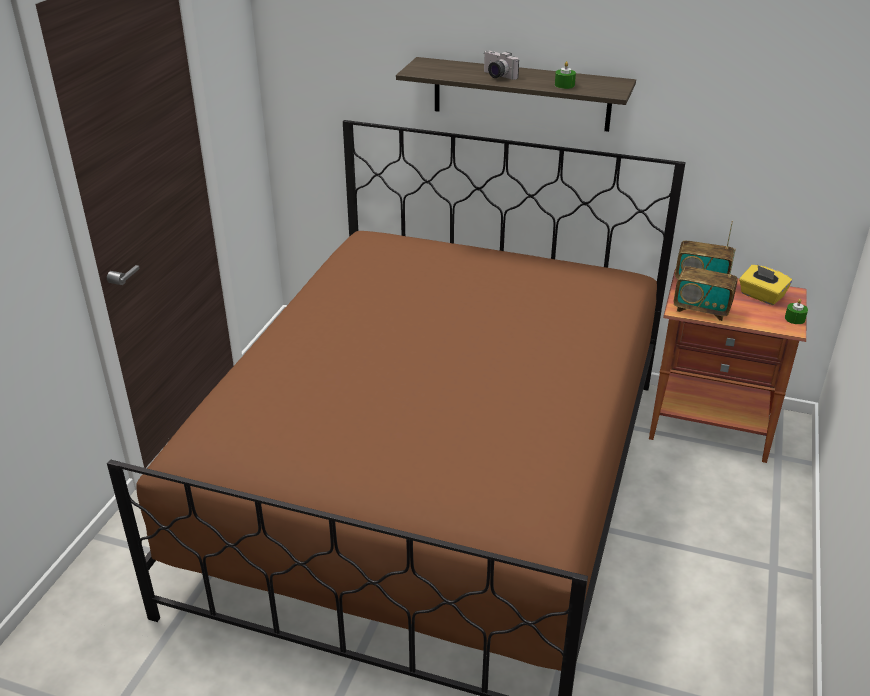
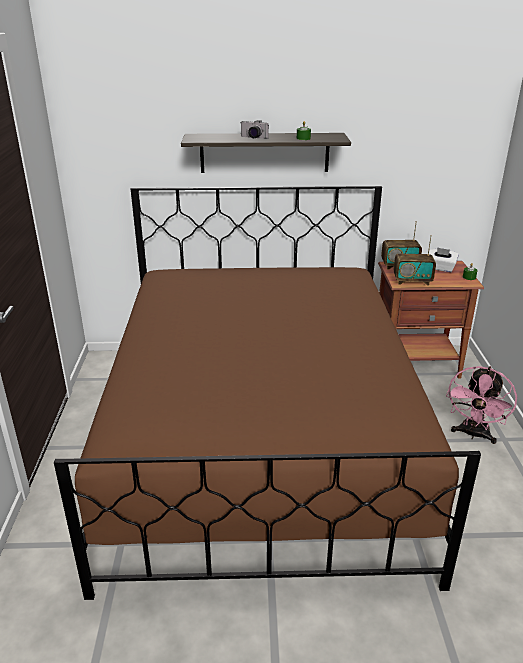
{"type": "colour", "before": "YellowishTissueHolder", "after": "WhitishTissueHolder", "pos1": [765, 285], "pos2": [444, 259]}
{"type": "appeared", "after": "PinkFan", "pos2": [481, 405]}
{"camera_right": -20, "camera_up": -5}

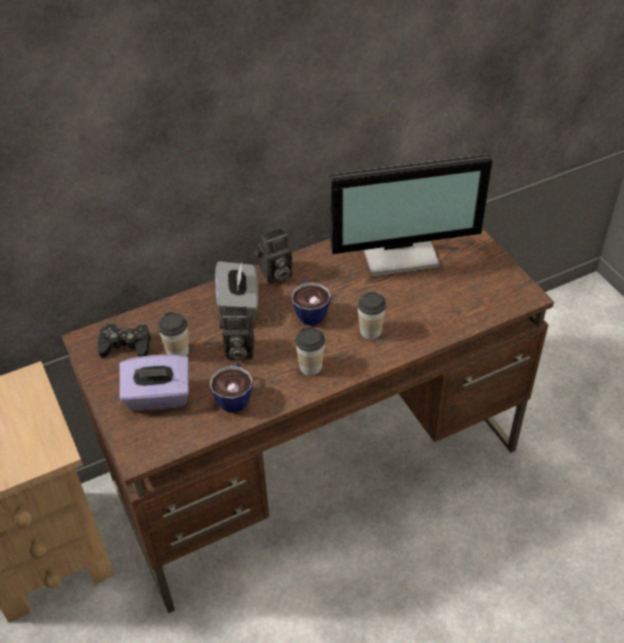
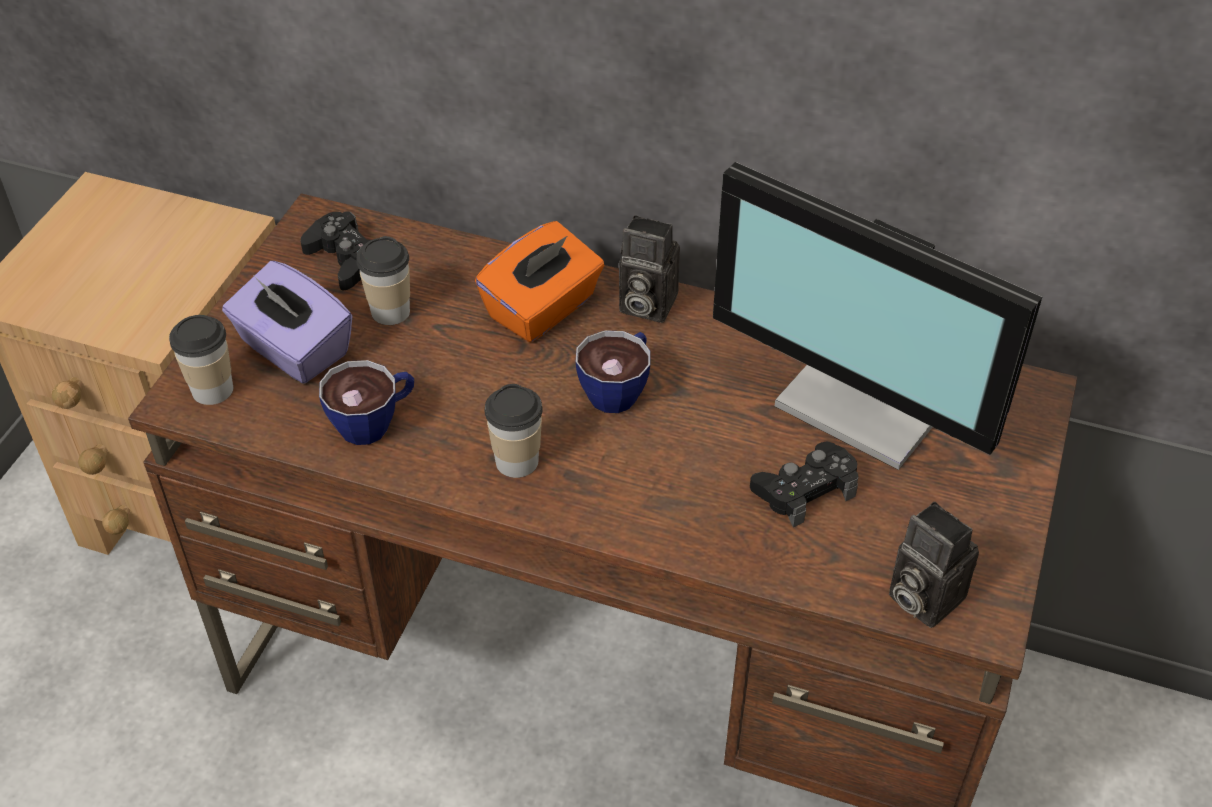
{"type": "relocated", "before": "SmallCup", "pos1": [371, 315], "pos2": [201, 360]}
{"type": "colour", "before": "GrayTissueHolder", "after": "OrangeColouredTissueHolder", "pos1": [236, 291], "pos2": [539, 281]}
{"type": "appeared", "after": "BlackGameController", "pos2": [804, 484]}
{"type": "relocated", "before": "PhotoCamera", "pos1": [237, 333], "pos2": [934, 565]}
{"camera_right": 45, "camera_up": 0}

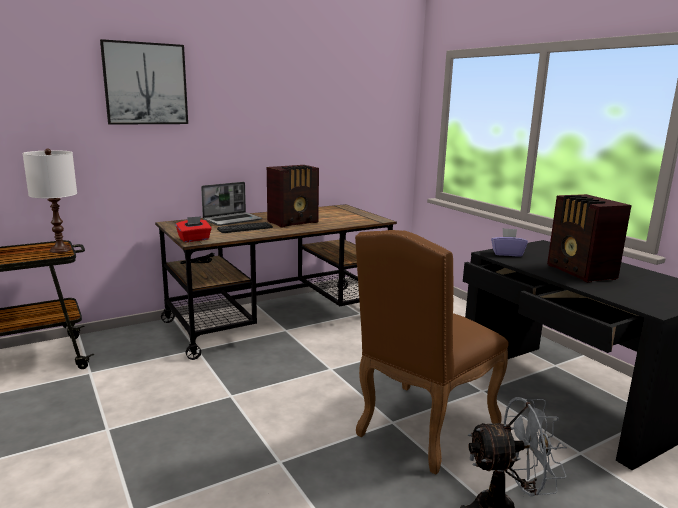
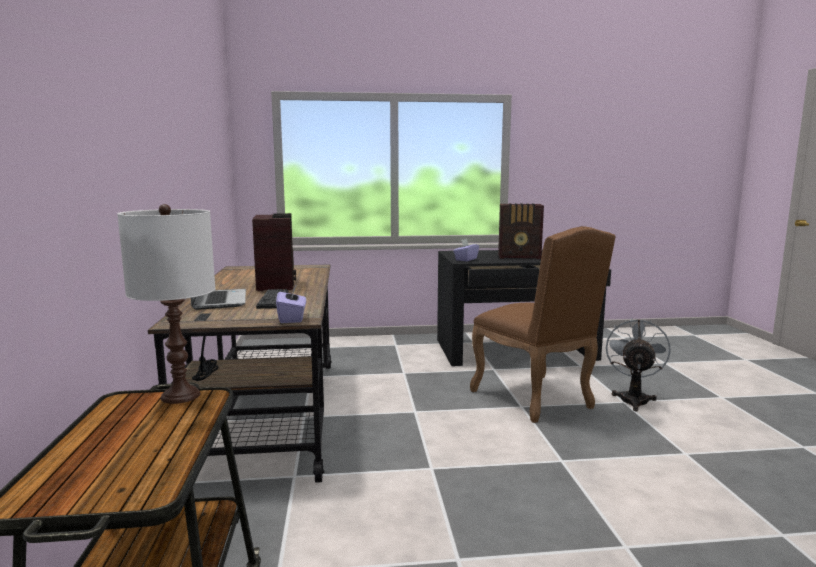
{"type": "colour", "before": "RedColouredTissueHolder", "after": "PurplishTissueHolder", "pos1": [194, 229], "pos2": [291, 303]}
{"type": "missing", "before": "WallArt", "pos1": [144, 82]}
{"camera_right": -65, "camera_up": -5}

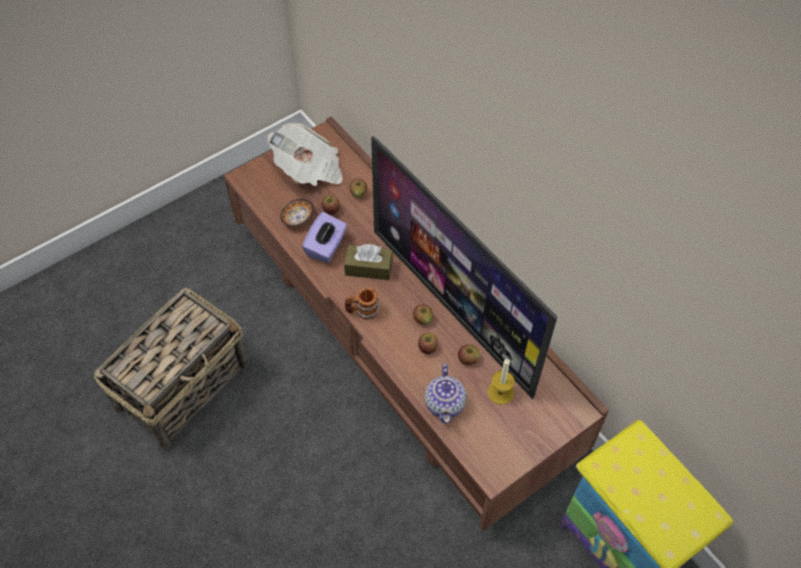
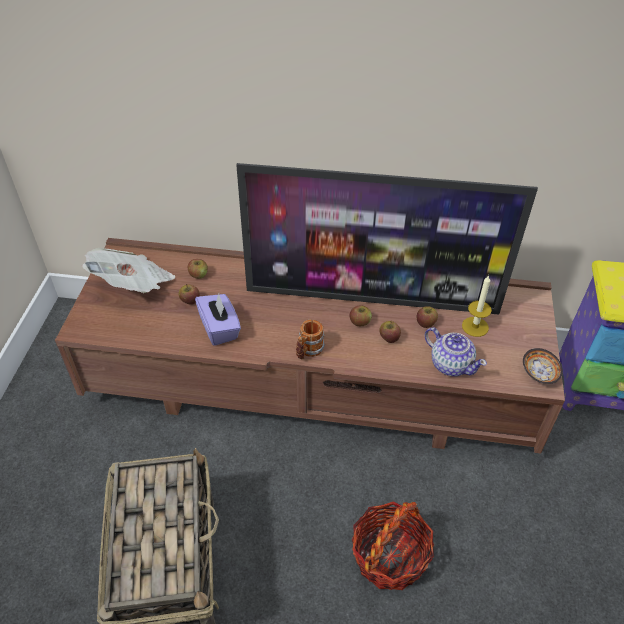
{"type": "appeared", "after": "Basket", "pos2": [393, 546]}
{"type": "relocated", "before": "Bowl", "pos1": [297, 213], "pos2": [543, 366]}
{"type": "missing", "before": "BrownishTissueHolder", "pos1": [368, 262]}
{"camera_right": -45, "camera_up": -10}

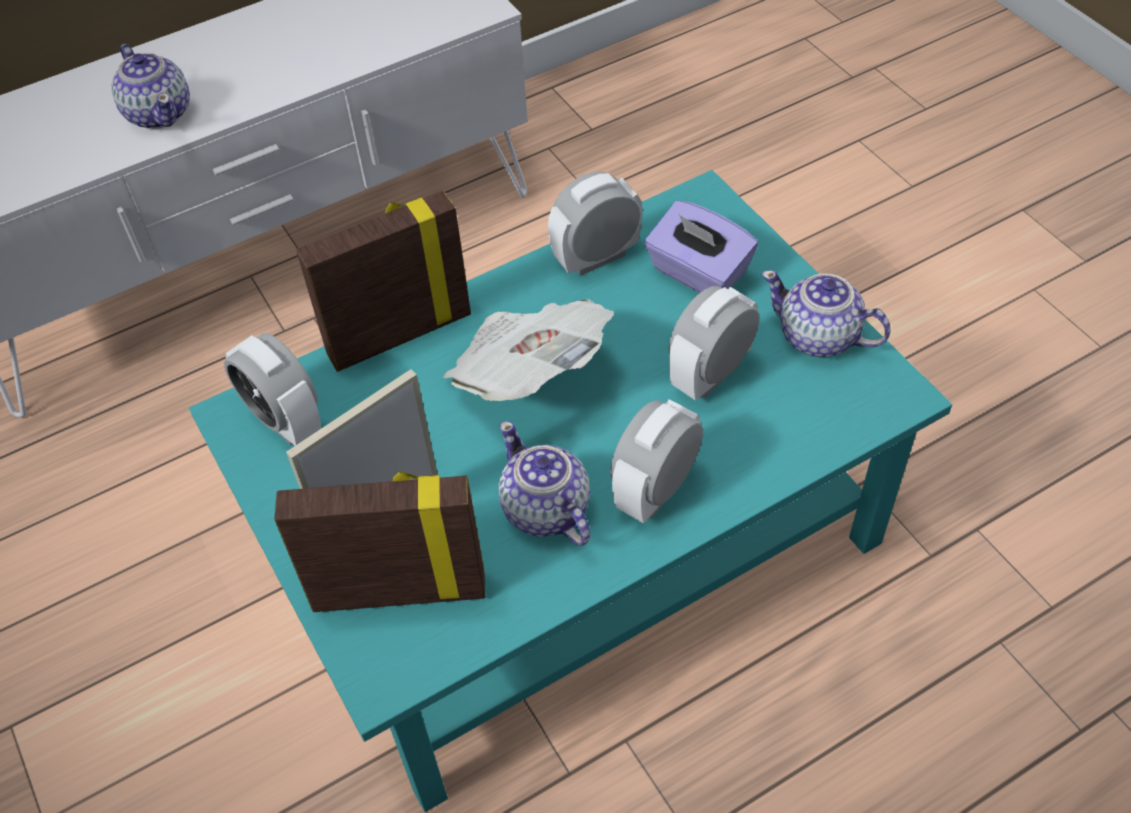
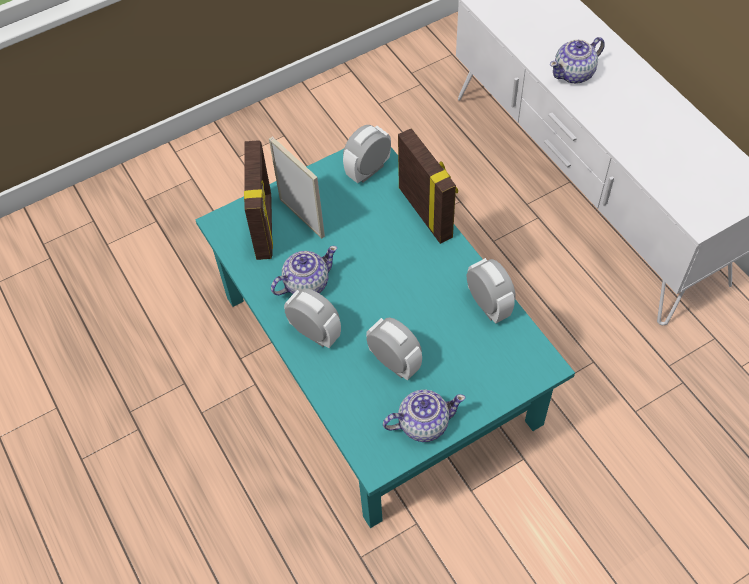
{"type": "spun", "before": "TeaPot", "pos1": [826, 313], "pos2": [424, 415], "turn": 45}
{"type": "missing", "before": "DailyPaper", "pos1": [528, 350]}
{"type": "missing", "before": "PurplishTissueHolder", "pos1": [701, 246]}
{"camera_right": 90, "camera_up": 5}

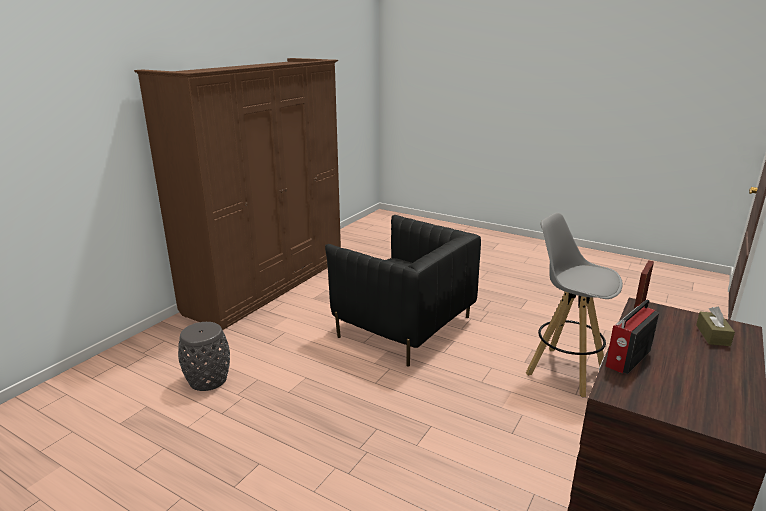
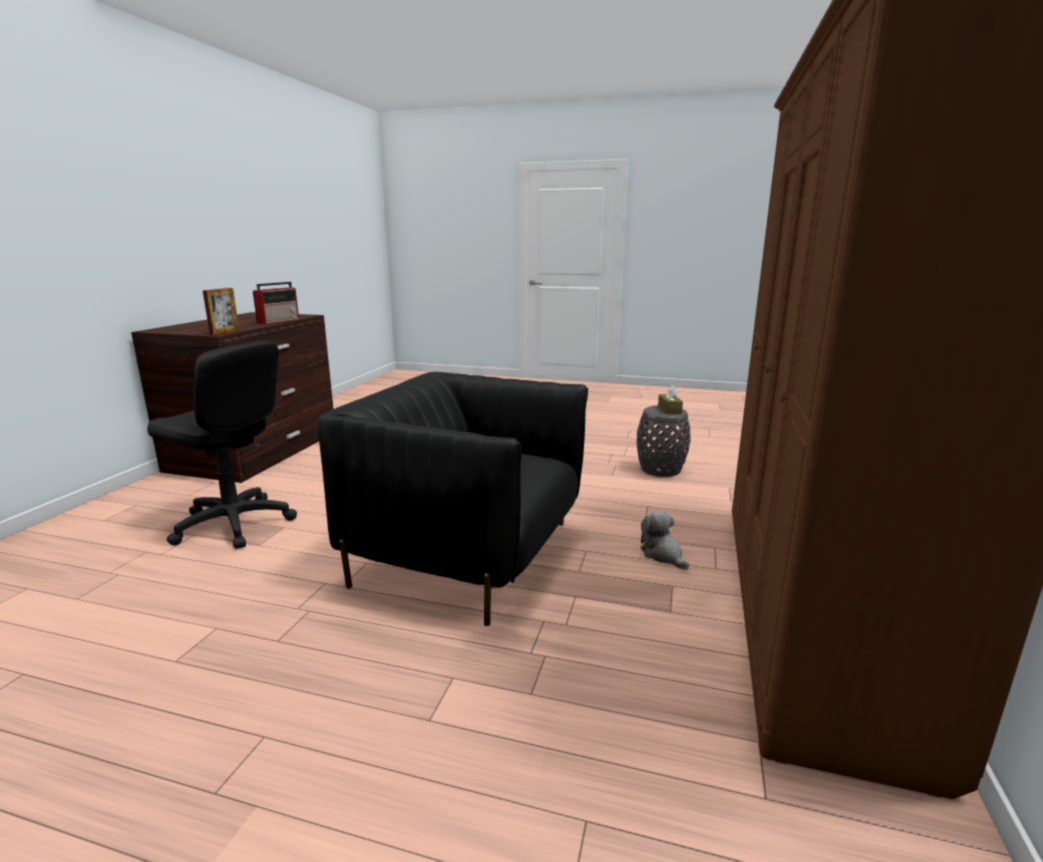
{"type": "exchanged", "before": "GrayStool", "after": "BlackComputerChair", "pos1": [574, 305], "pos2": [222, 445]}
{"type": "appeared", "after": "PlushToy", "pos2": [665, 540]}
{"type": "relocated", "before": "BrownishTissueHolder", "pos1": [715, 326], "pos2": [670, 400]}
{"camera_right": 165, "camera_up": -5}

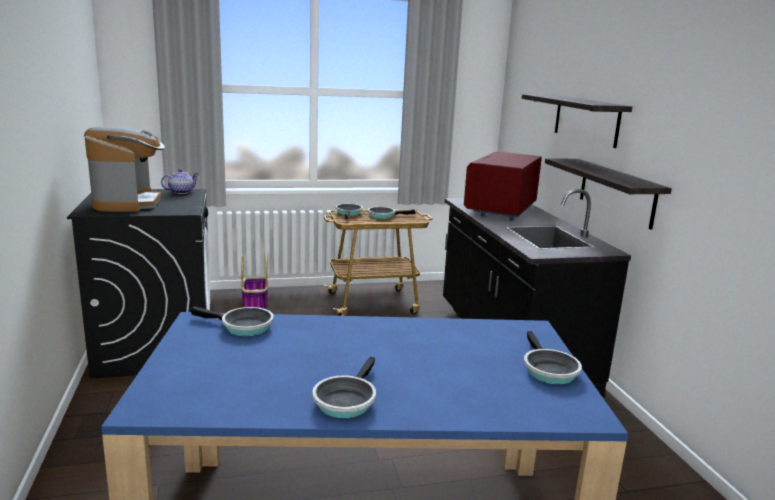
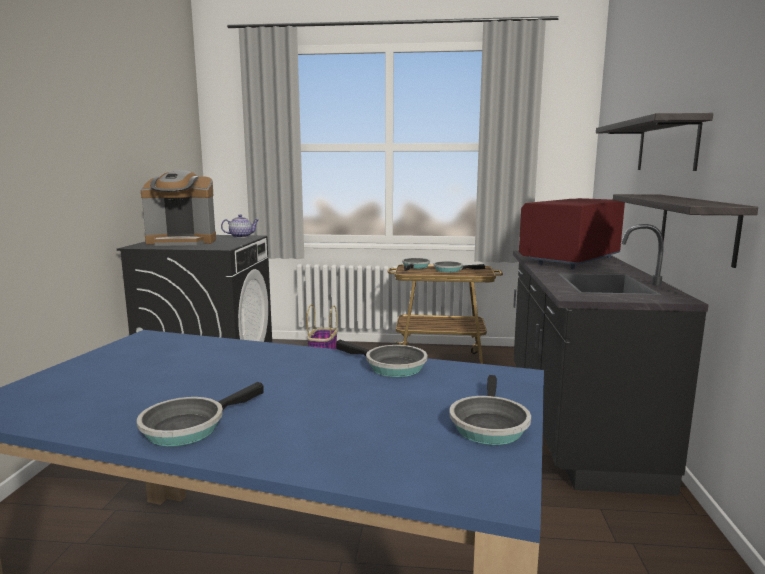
{"type": "spun", "before": "CoffeeBrewer", "pos1": [124, 169], "pos2": [178, 208], "turn": 75}
{"type": "relocated", "before": "Skillet", "pos1": [232, 321], "pos2": [382, 358]}
{"camera_right": 20, "camera_up": -5}

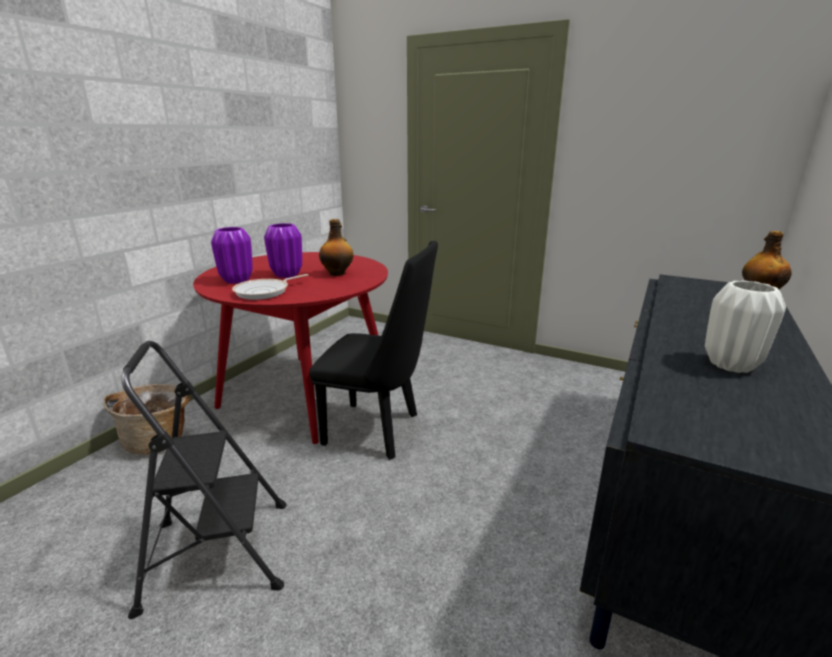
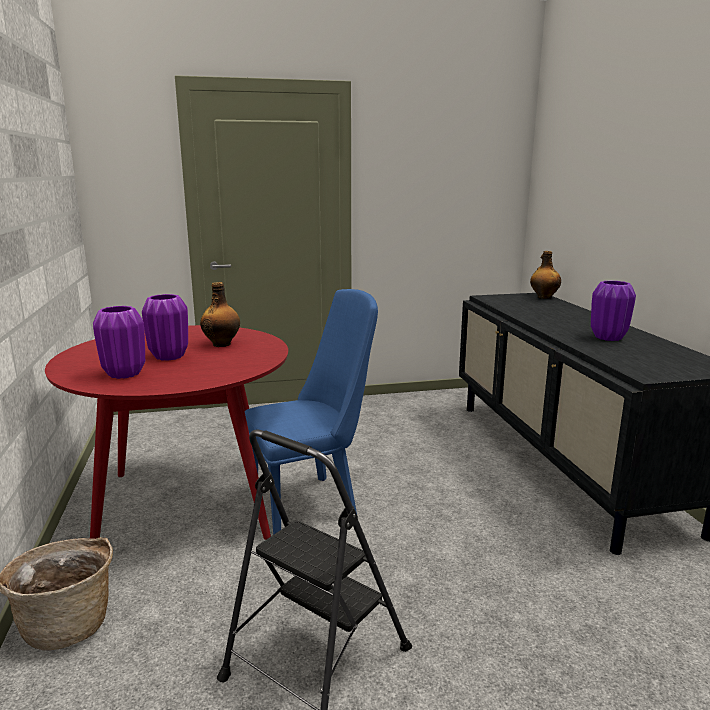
{"type": "colour", "before": "BlackPlainChair", "after": "BluePlainChair", "pos1": [373, 350], "pos2": [311, 412]}
{"type": "colour", "before": "WhitishFlowerVase", "after": "PurplishFlowerVase", "pos1": [745, 326], "pos2": [613, 310]}
{"type": "missing", "before": "Skillet", "pos1": [270, 287]}
{"camera_right": -40, "camera_up": -5}

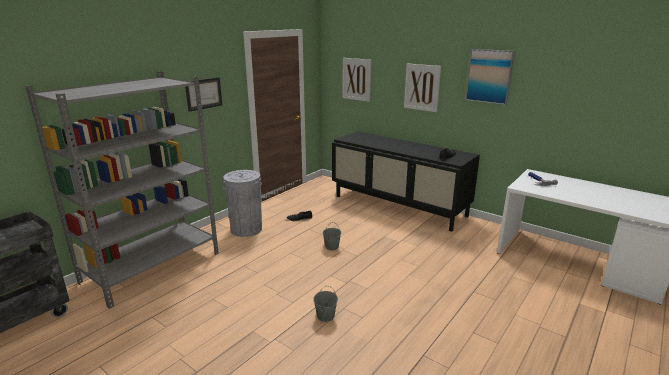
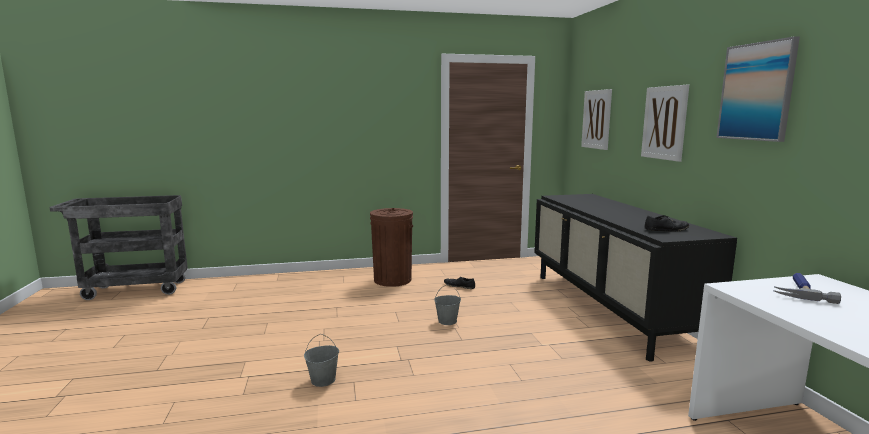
{"type": "colour", "before": "GrayTrashCan", "after": "BrownishTrashCan", "pos1": [242, 203], "pos2": [391, 247]}
{"type": "missing", "before": "GrayShelvingUnit", "pos1": [122, 190]}
{"type": "missing", "before": "WallArt", "pos1": [203, 94]}
{"camera_right": 40, "camera_up": -10}

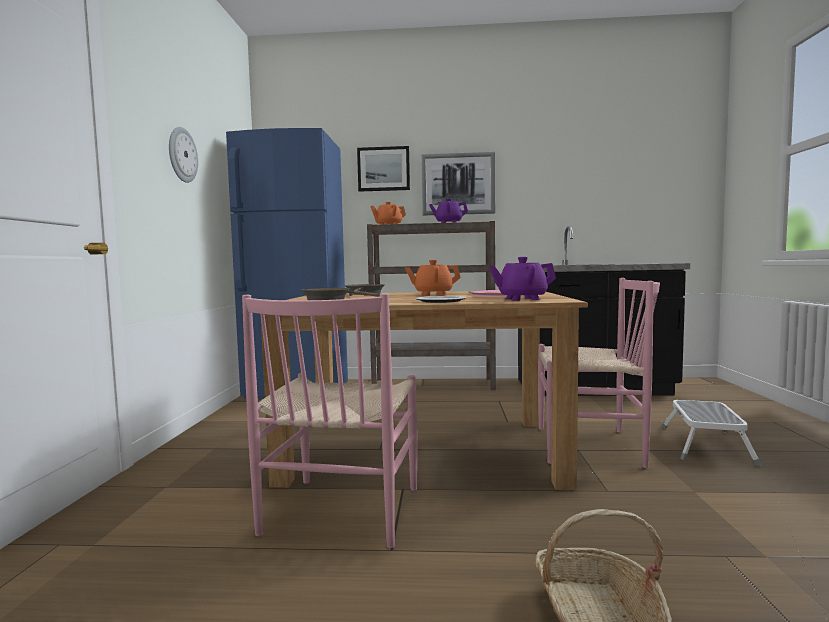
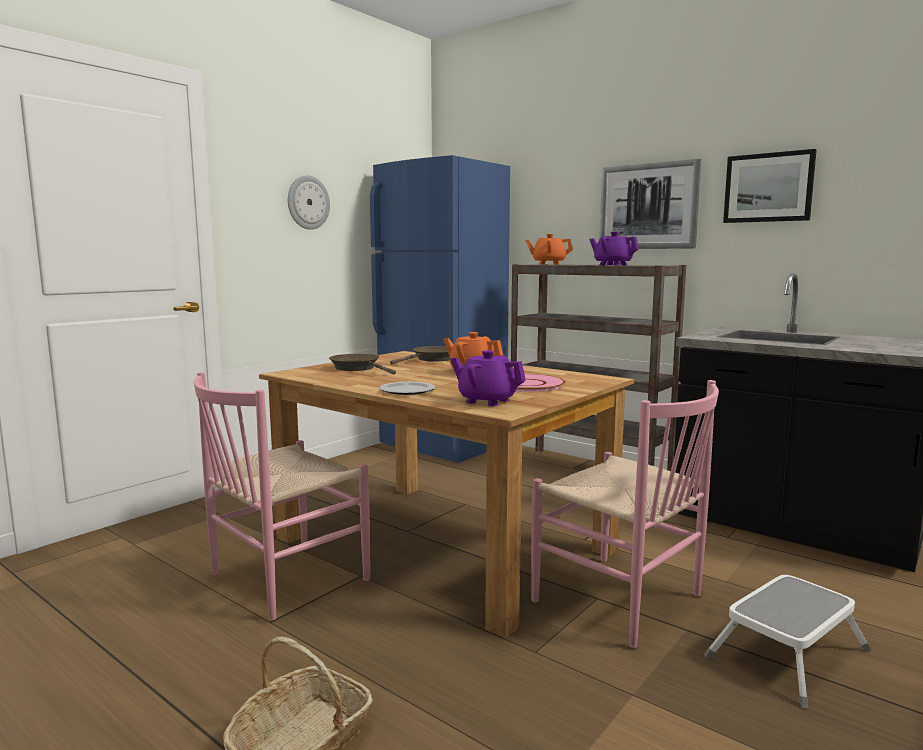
{"type": "relocated", "before": "WallArt", "pos1": [383, 169], "pos2": [770, 186]}
{"camera_right": 35, "camera_up": 5}

